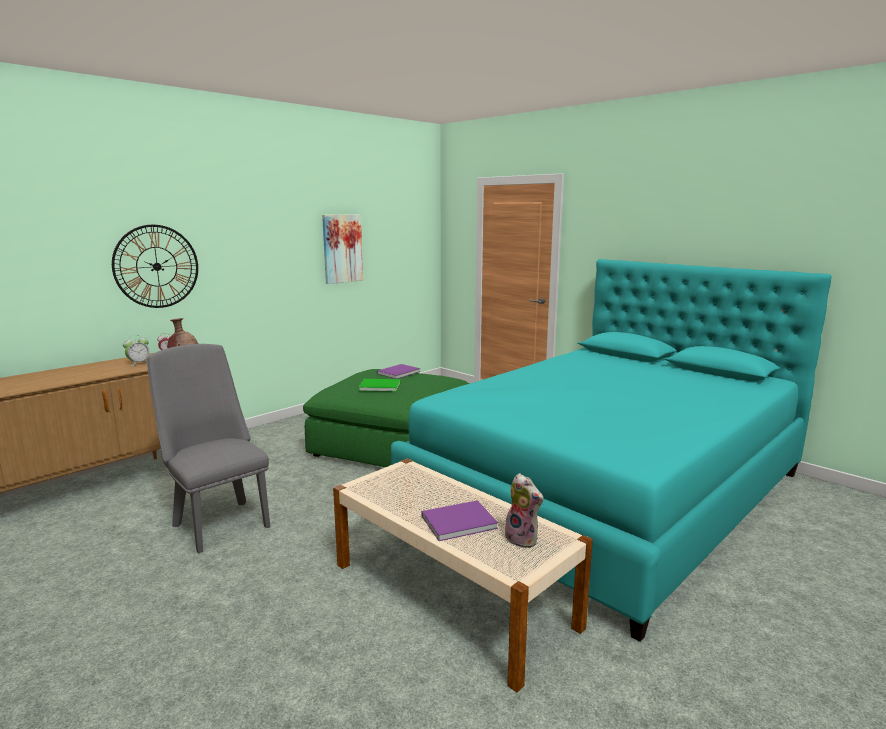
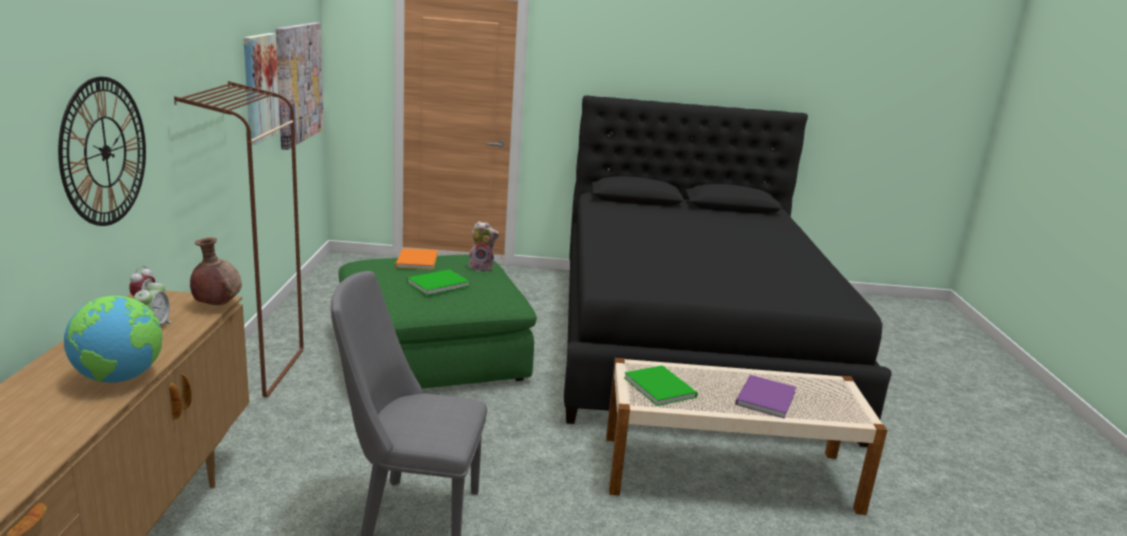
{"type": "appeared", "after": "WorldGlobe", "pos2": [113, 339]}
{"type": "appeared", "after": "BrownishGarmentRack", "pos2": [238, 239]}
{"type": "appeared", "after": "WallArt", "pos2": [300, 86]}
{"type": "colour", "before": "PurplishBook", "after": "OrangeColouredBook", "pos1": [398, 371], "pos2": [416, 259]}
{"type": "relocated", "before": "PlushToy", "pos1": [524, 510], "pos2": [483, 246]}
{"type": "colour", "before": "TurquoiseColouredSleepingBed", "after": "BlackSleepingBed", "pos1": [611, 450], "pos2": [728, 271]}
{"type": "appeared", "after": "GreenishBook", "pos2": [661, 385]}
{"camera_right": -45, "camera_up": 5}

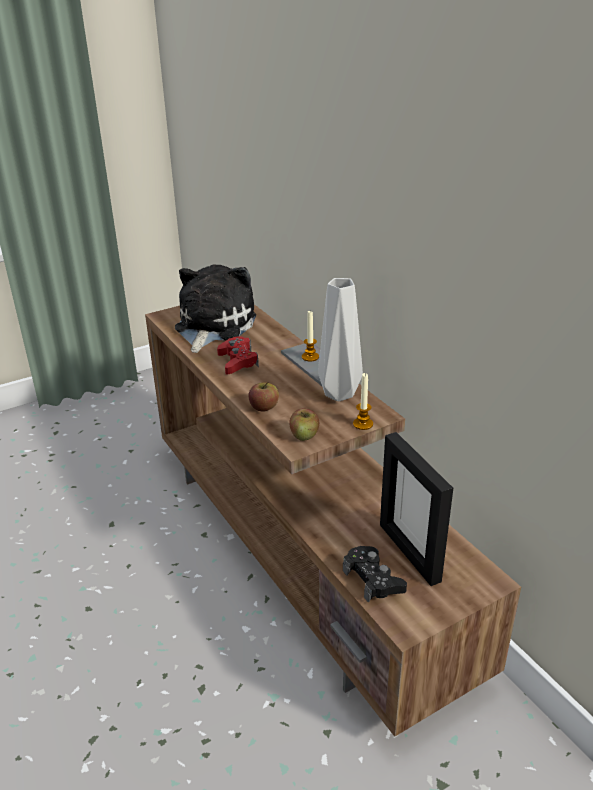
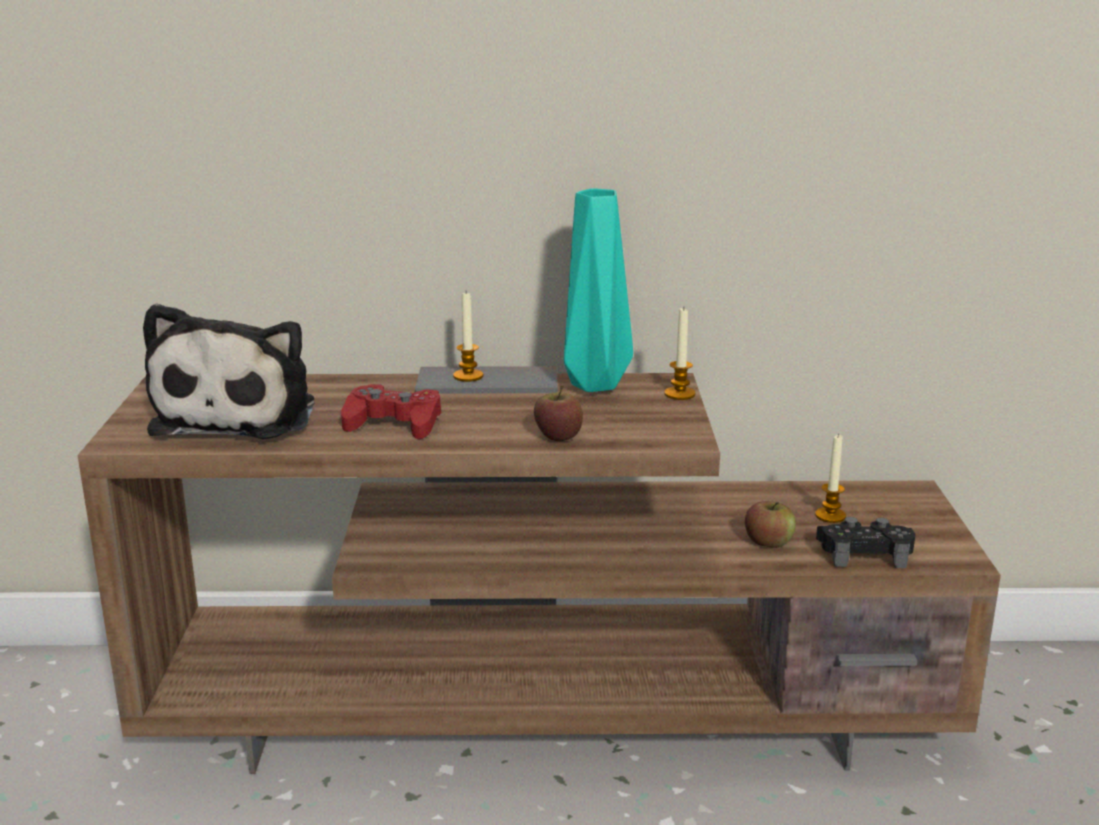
{"type": "spun", "before": "PlushToy", "pos1": [215, 309], "pos2": [228, 371], "turn": -135}
{"type": "colour", "before": "GrayFlowerVase", "after": "TurquoiseColouredFlowerVase", "pos1": [340, 339], "pos2": [598, 290]}
{"type": "relocated", "before": "WholeApple", "pos1": [304, 424], "pos2": [770, 524]}
{"type": "exchanged", "before": "StandingFrame", "after": "Candle", "pos1": [416, 509], "pos2": [830, 478]}
{"camera_right": -60, "camera_up": -10}

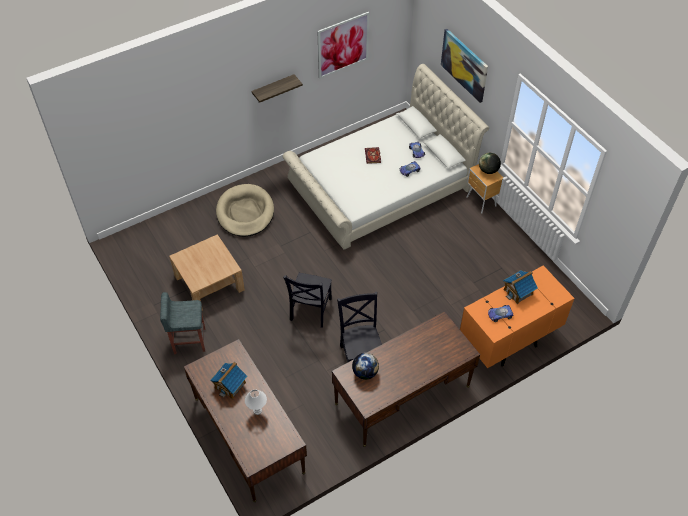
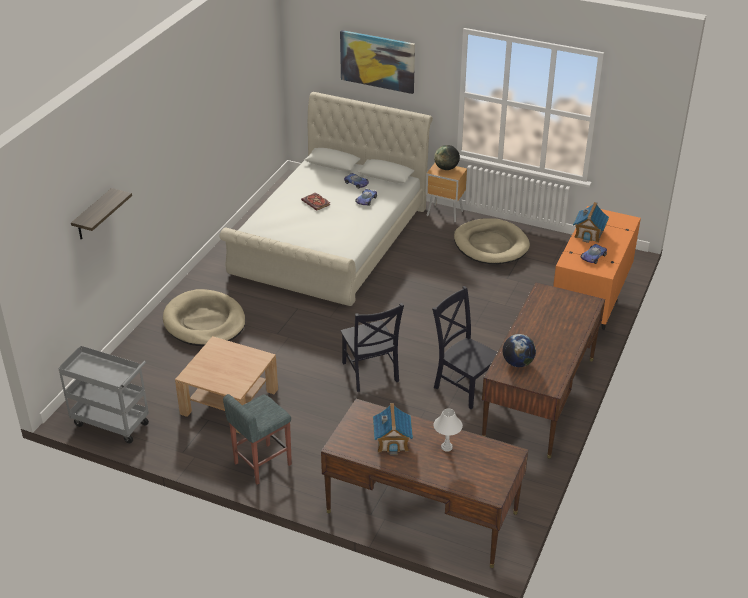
{"type": "appeared", "after": "GrayCart", "pos2": [103, 395]}
{"type": "relocated", "before": "Shelf", "pos1": [277, 88], "pos2": [101, 213]}
{"type": "appeared", "after": "SandColouredDogBed", "pos2": [492, 241]}
{"type": "missing", "before": "WallArt", "pos1": [343, 45]}
{"camera_right": -35, "camera_up": -15}

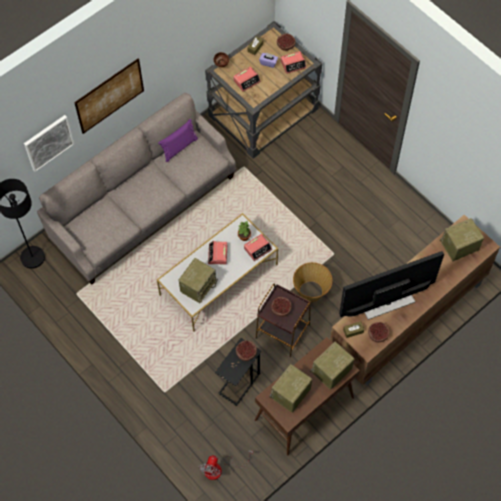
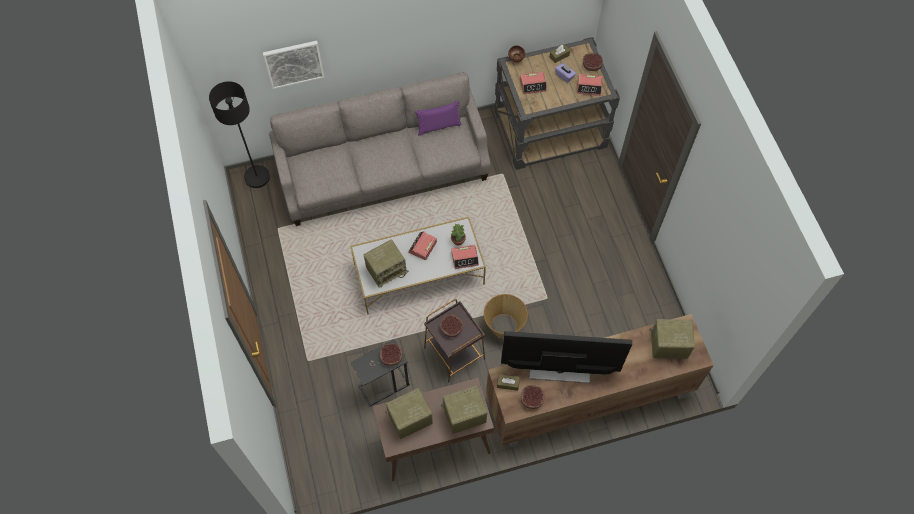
{"type": "missing", "before": "WallArt", "pos1": [109, 96]}
{"type": "missing", "before": "Fan", "pos1": [226, 465]}
{"camera_right": 25, "camera_up": 0}

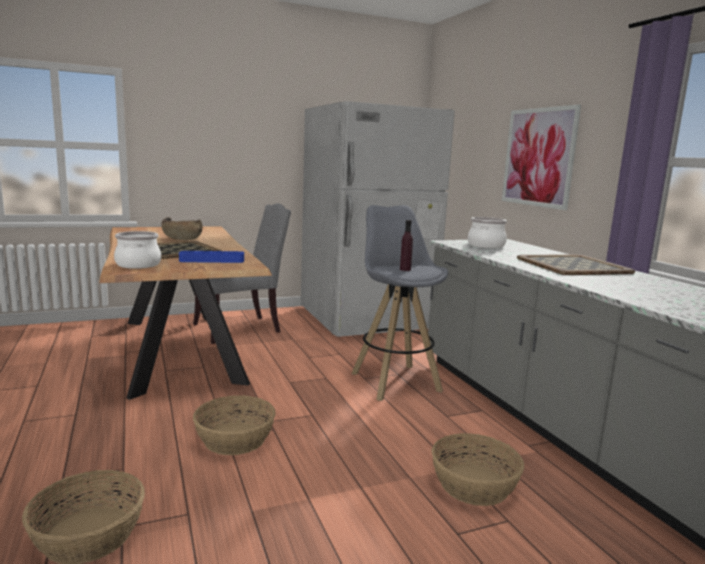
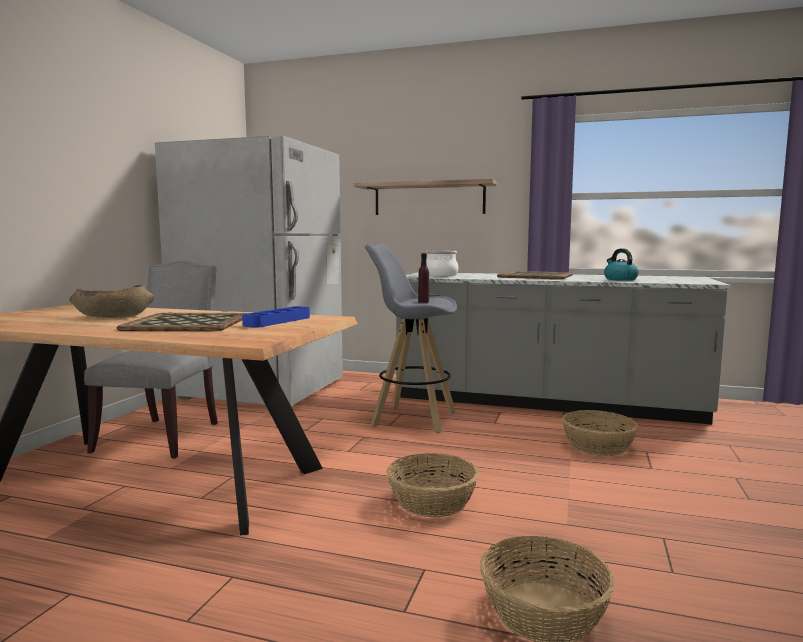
{"type": "exchanged", "before": "WallArt", "after": "Shelf", "pos1": [541, 157], "pos2": [426, 197]}
{"type": "appeared", "after": "TeaKettle", "pos2": [621, 264]}
{"type": "missing", "before": "Stockpot", "pos1": [137, 250]}
{"camera_right": -50, "camera_up": -5}

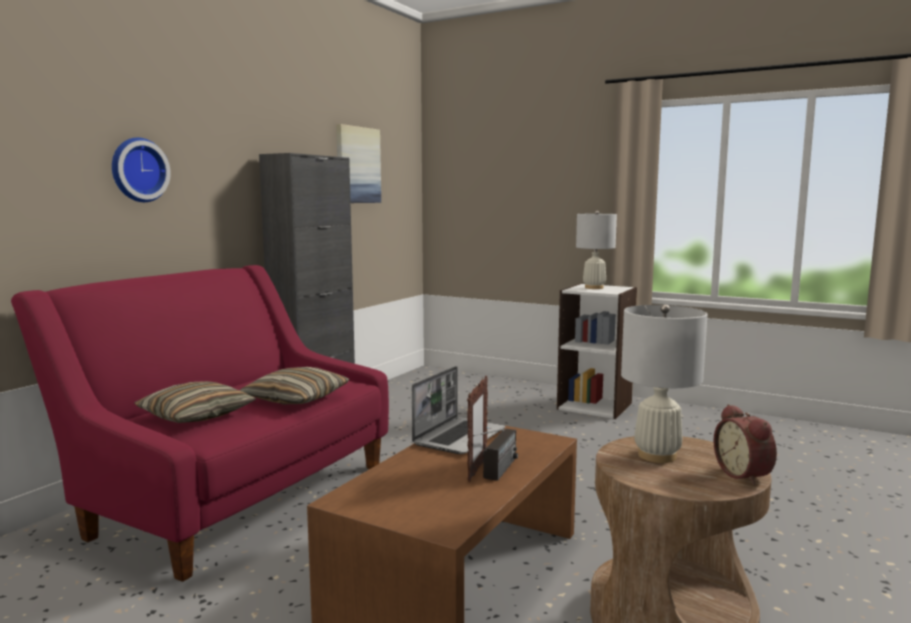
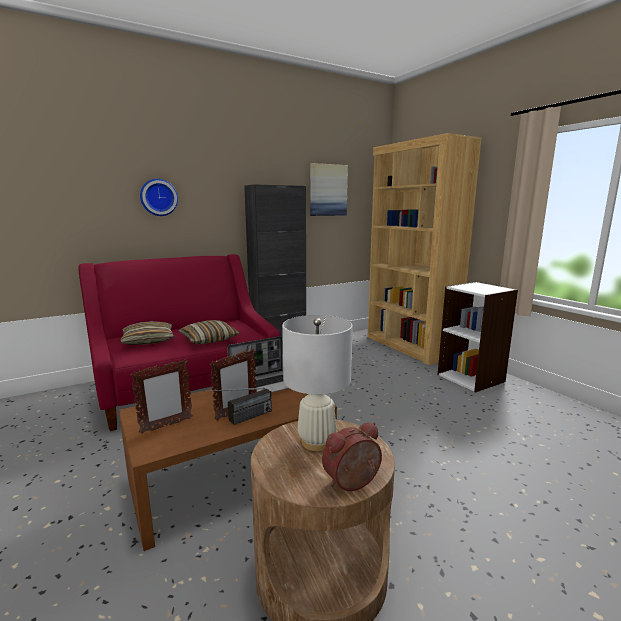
{"type": "appeared", "after": "StandingFrame", "pos2": [161, 396]}
{"type": "spun", "before": "AlarmClock", "pos1": [745, 445], "pos2": [352, 456], "turn": 45}
{"type": "appeared", "after": "BrownishShelvingUnit", "pos2": [424, 249]}
{"type": "missing", "before": "WhitishTableLamp", "pos1": [596, 250]}
{"camera_right": 30, "camera_up": 5}

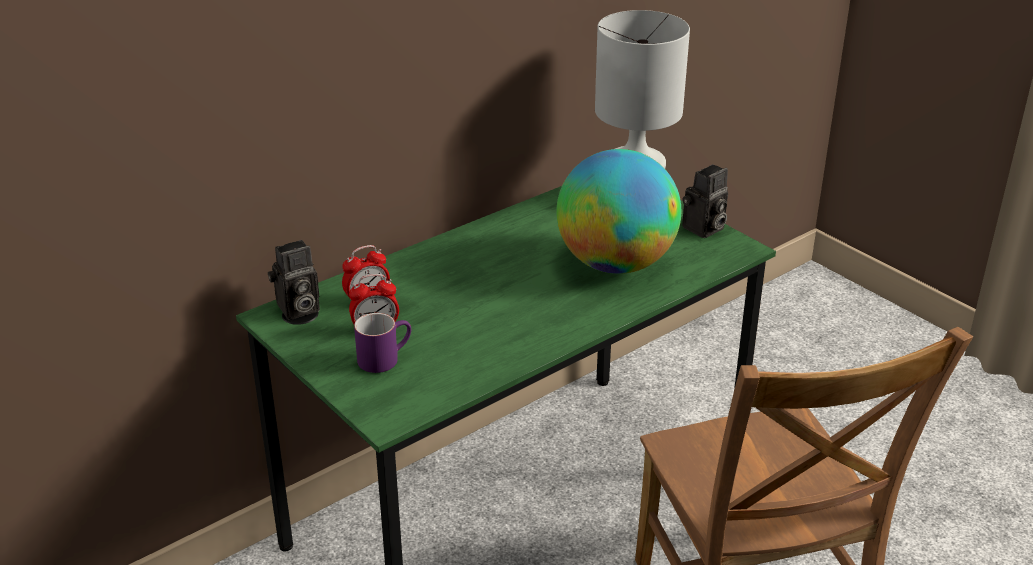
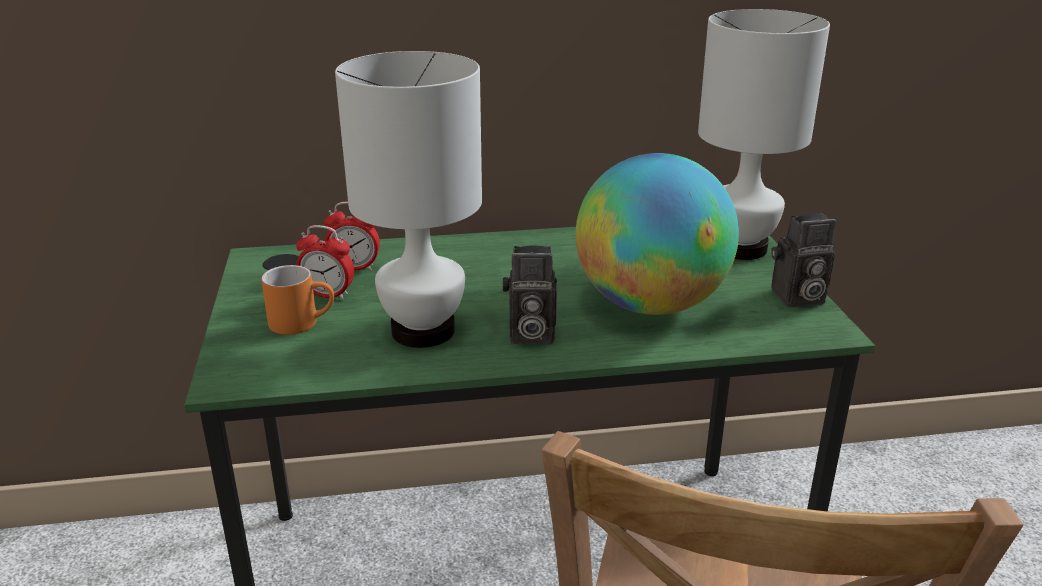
{"type": "colour", "before": "PurplishTeaMug", "after": "OrangeColouredTeaMug", "pos1": [382, 343], "pos2": [297, 300]}
{"type": "appeared", "after": "WhitishTableLamp", "pos2": [408, 199]}
{"type": "relocated", "before": "PhotoCamera", "pos1": [294, 280], "pos2": [529, 294]}
{"camera_right": 30, "camera_up": -5}

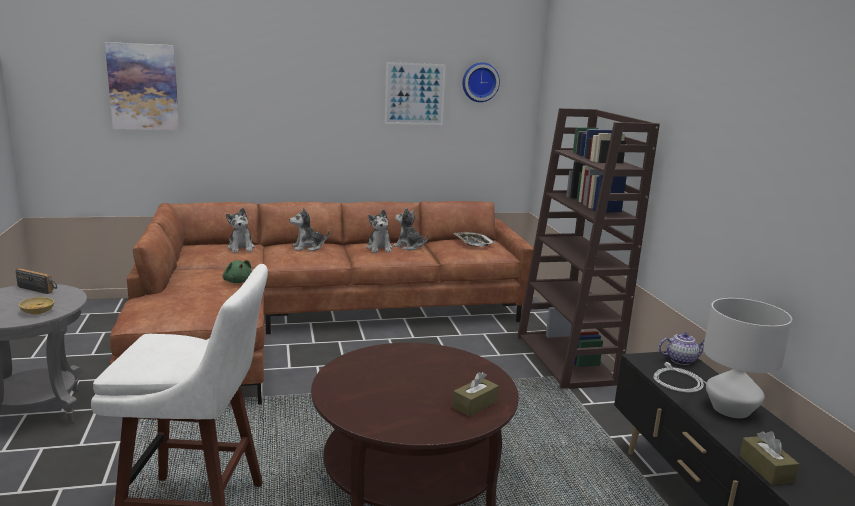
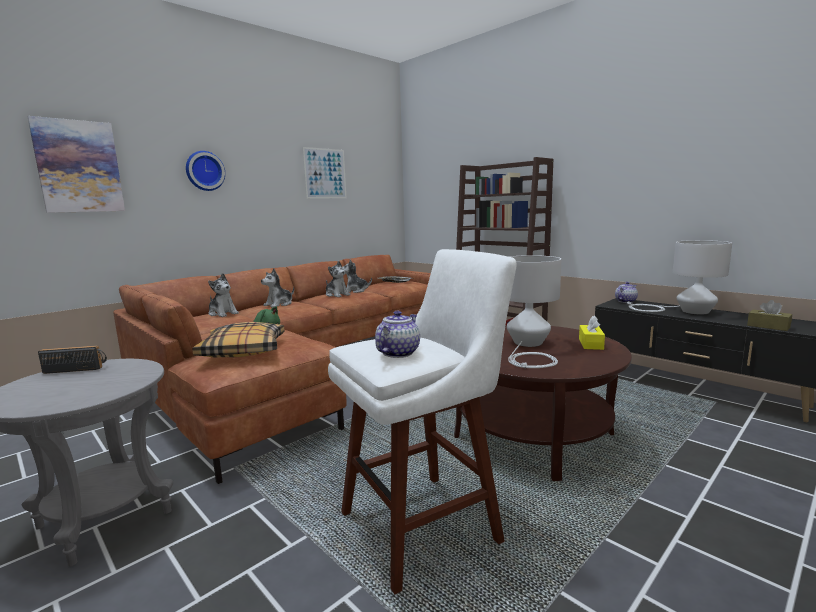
{"type": "relocated", "before": "ClockOnTheWall", "pos1": [481, 82], "pos2": [205, 171]}
{"type": "appeared", "after": "ThrowPillow", "pos2": [238, 340]}
{"type": "appeared", "after": "TeaPot", "pos2": [397, 334]}
{"type": "appeared", "after": "GrayTableLamp", "pos2": [534, 311]}
{"type": "colour", "before": "BrownishTissueHolder", "after": "YellowishTissueHolder", "pos1": [475, 394], "pos2": [592, 333]}
{"type": "missing", "before": "SandColouredBowl", "pos1": [36, 305]}
{"camera_right": -30, "camera_up": -5}

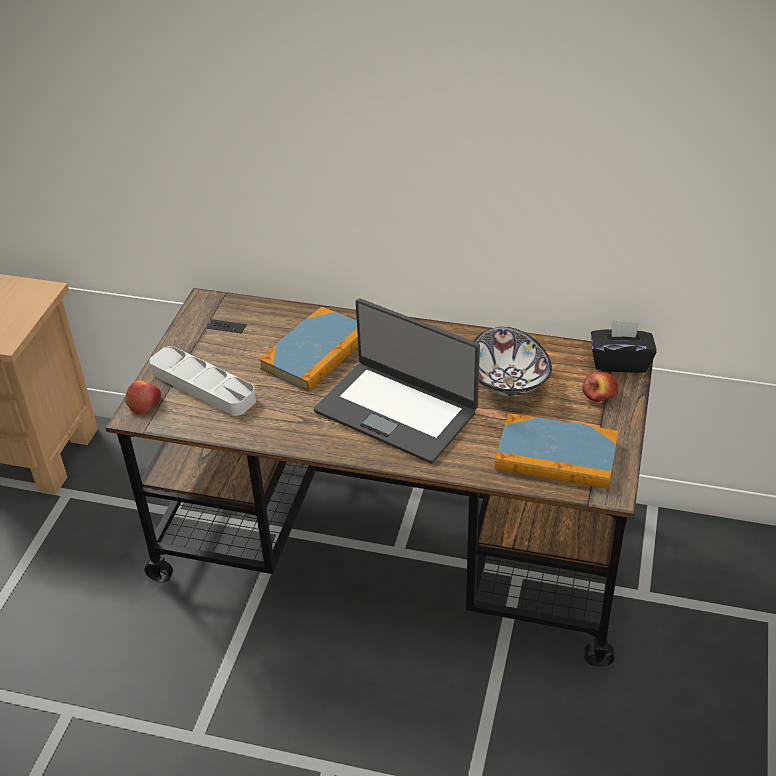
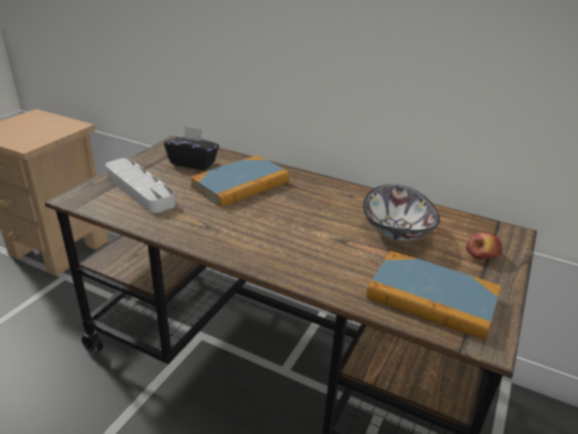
{"type": "relocated", "before": "BlackTissueHolder", "pos1": [624, 346], "pos2": [191, 148]}
{"type": "missing", "before": "WholeApple", "pos1": [143, 397]}
{"type": "missing", "before": "Laptop", "pos1": [397, 381]}
{"camera_right": 10, "camera_up": -10}

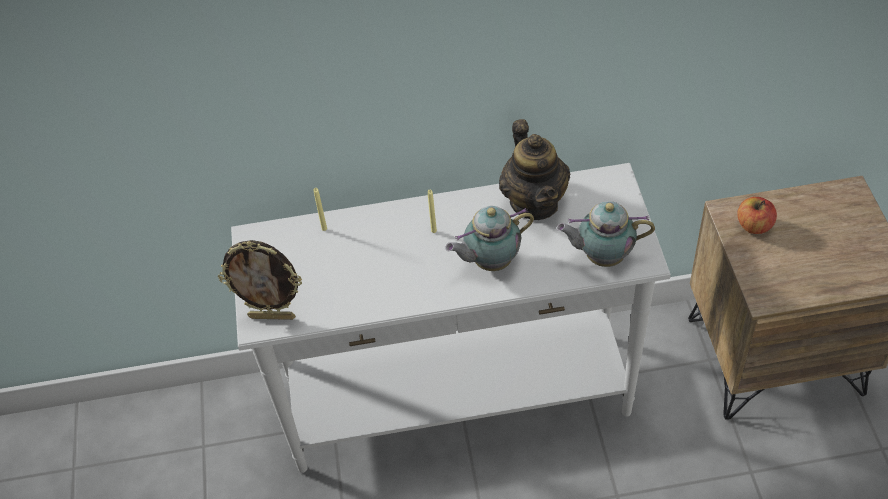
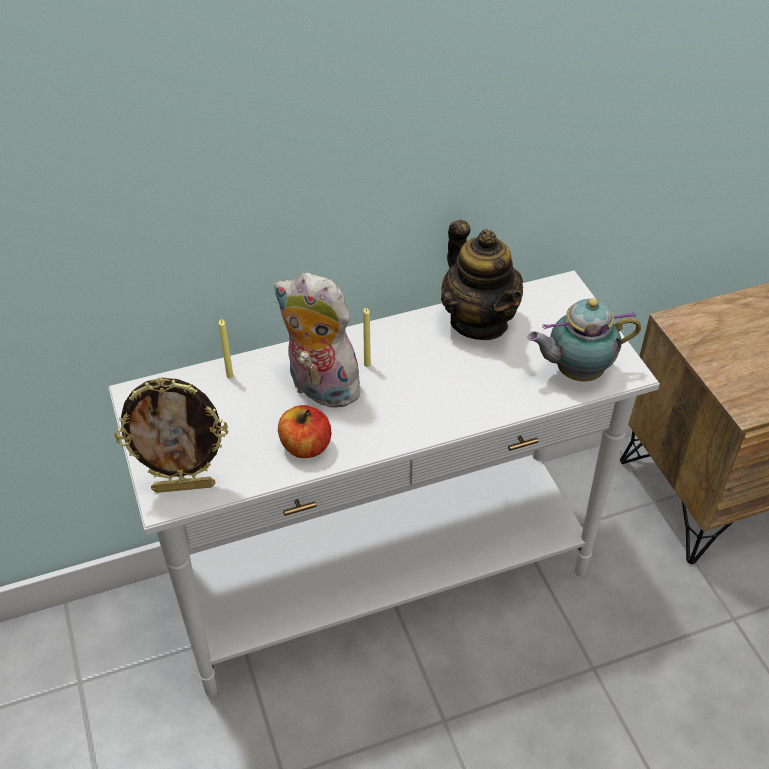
{"type": "appeared", "after": "PlushToy", "pos2": [321, 340]}
{"type": "relocated", "before": "WholeApple", "pos1": [757, 215], "pos2": [304, 431]}
{"type": "missing", "before": "TeaPot", "pos1": [489, 238]}
{"camera_right": -15, "camera_up": -5}

